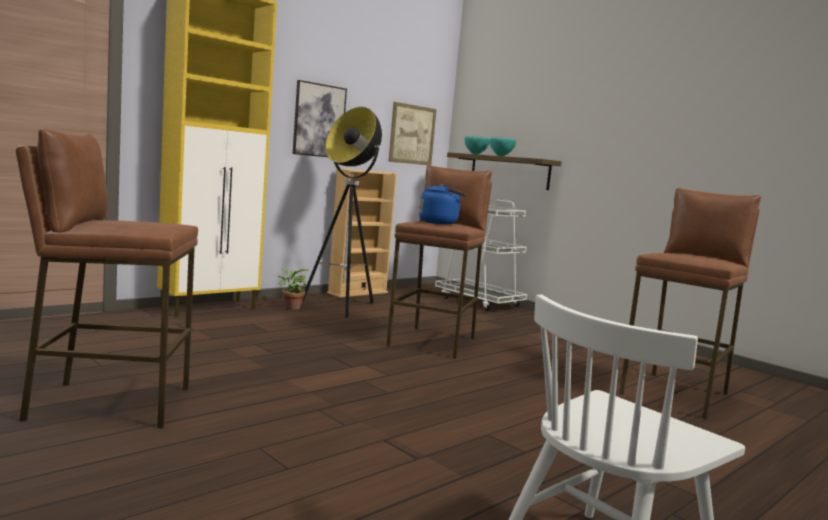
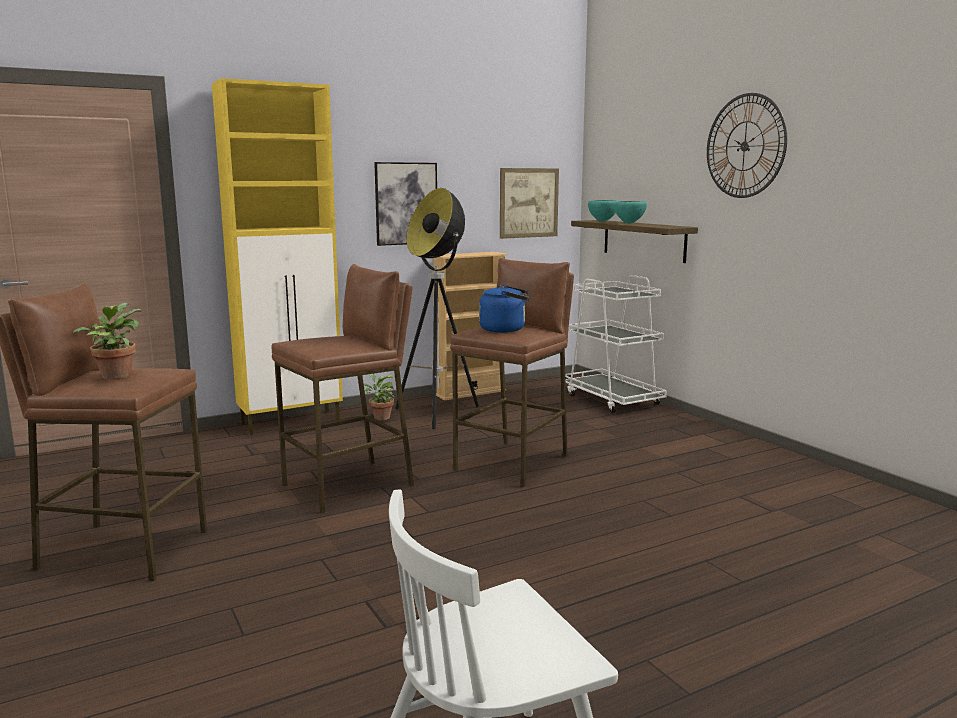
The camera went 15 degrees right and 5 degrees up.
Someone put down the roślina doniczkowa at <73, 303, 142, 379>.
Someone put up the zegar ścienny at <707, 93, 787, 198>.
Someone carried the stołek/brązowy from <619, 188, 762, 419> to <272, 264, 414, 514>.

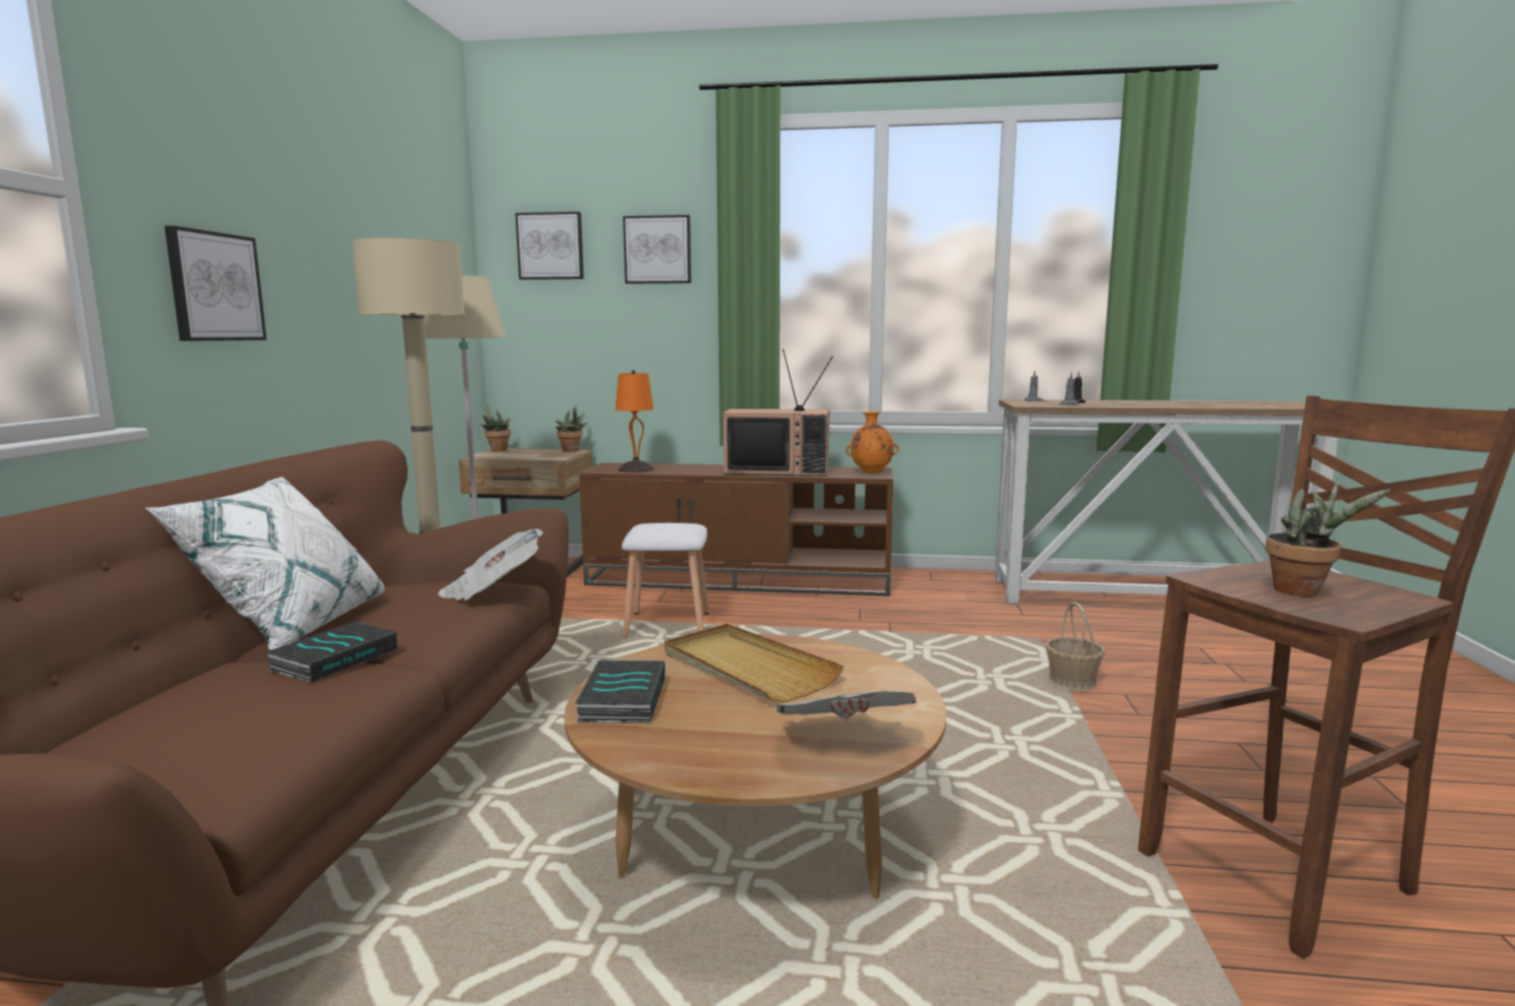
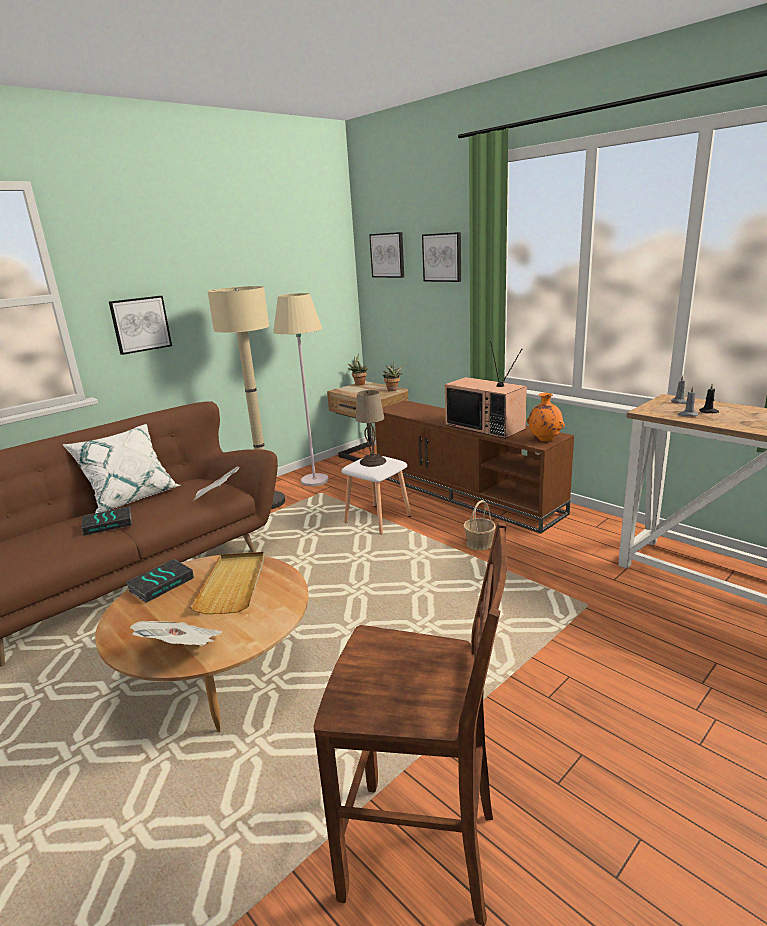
The camera went 40 degrees right and 10 degrees up.
Someone took away the lampa stołowa/pomarańczowy at <615, 370, 654, 473>.
Someone took away the roślina doniczkowa at <1265, 478, 1391, 596>.
Someone put down the lampa stołowa/beżowy at <356, 390, 386, 467>.
Someone carried the koszyk from <1046, 602, 1105, 691> to <463, 500, 496, 550>.

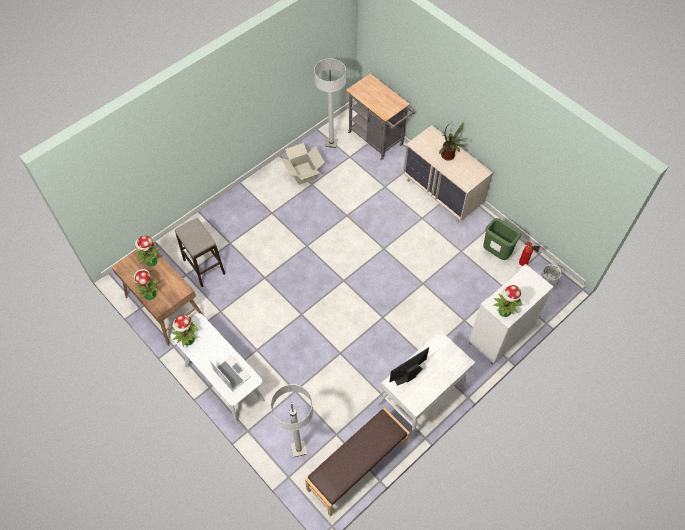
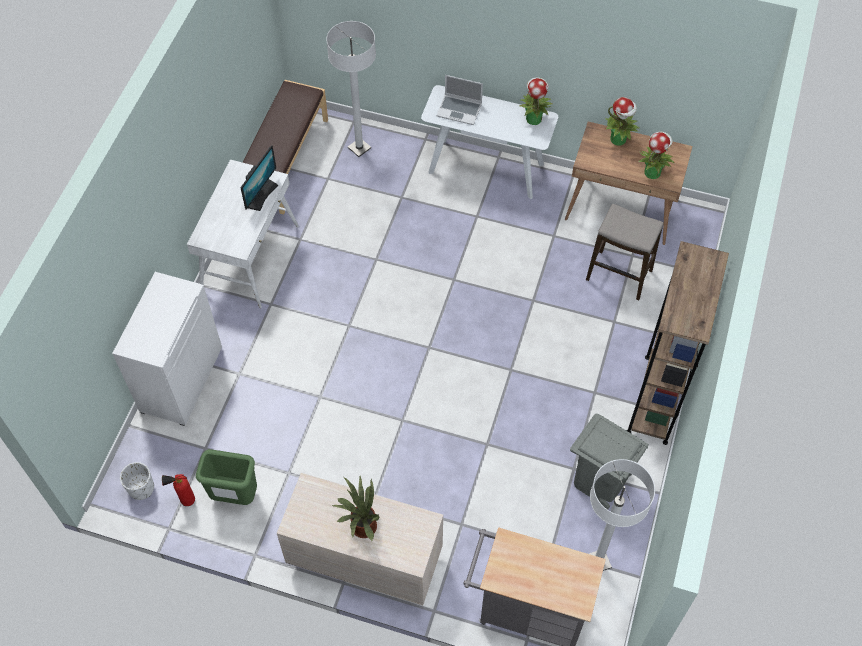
The camera went 150 degrees right and 0 degrees up.
Someone took away the roślina doniczkowa at <493, 285, 523, 317>.
Someone put down the regał/brązowy at <627, 241, 729, 445>.
Someone swapped the karton at <281, 143, 325, 185> for the kosz na śmieci/szary at <570, 413, 649, 510>.

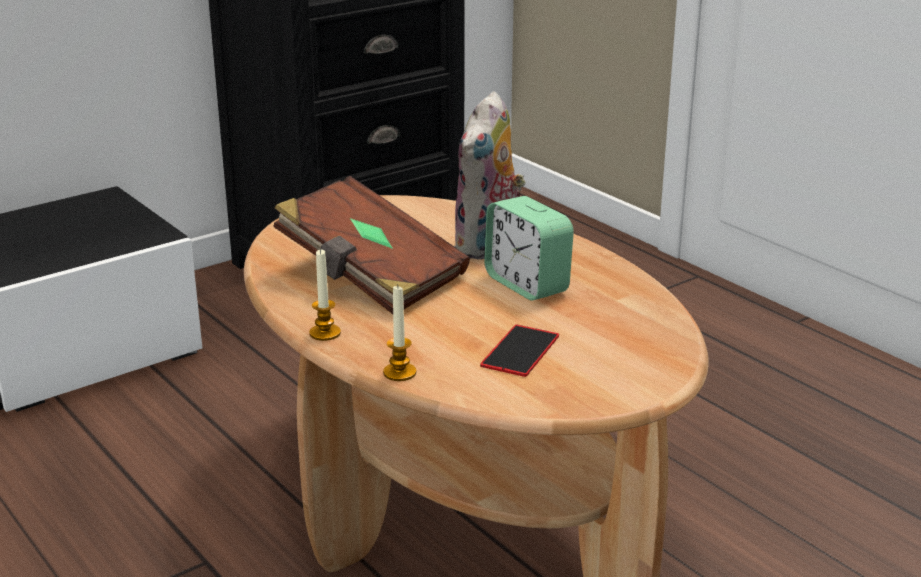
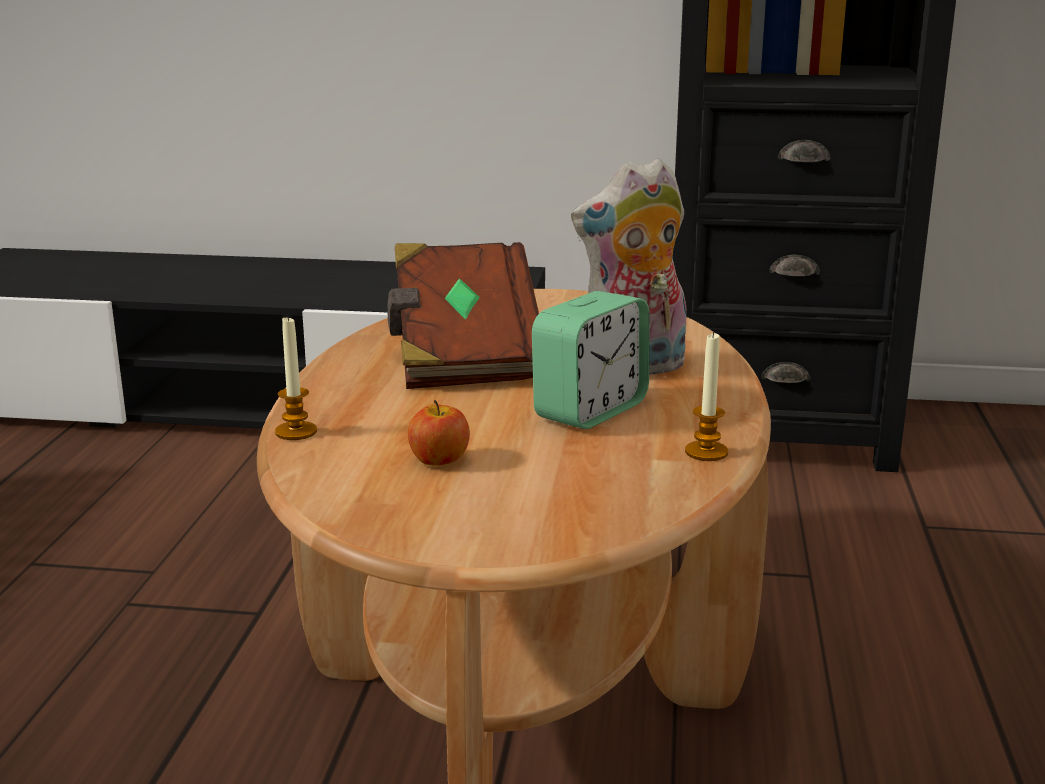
The camera went 45 degrees right and 5 degrees down.
Someone carried the świeca from <309, 248, 341, 341> to <685, 331, 728, 461>.
Someone swapped the telefon at <480, 324, 559, 377> for the jabłko at <408, 400, 470, 466>.
Someone rotated the budzik at <484, 196, 574, 300> by 150 degrees counterclockwise.

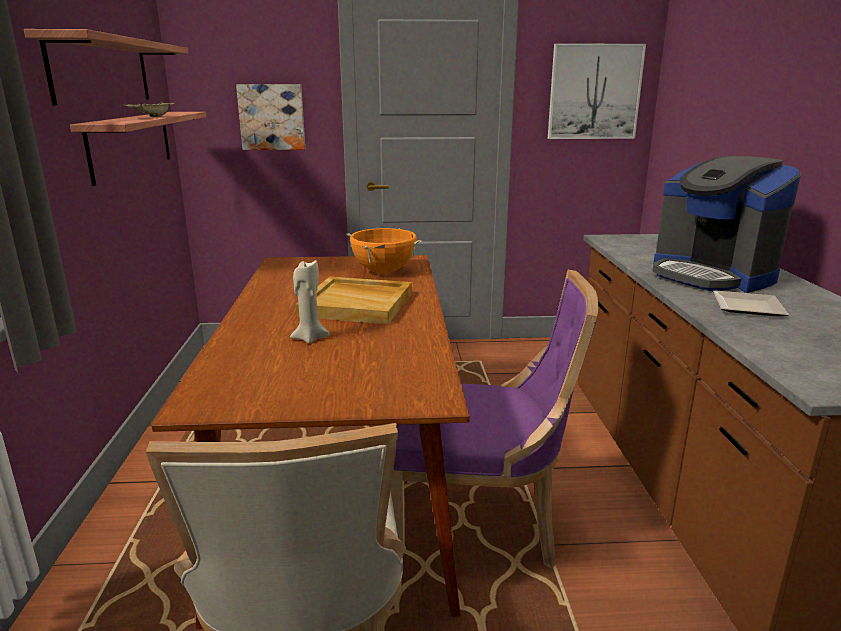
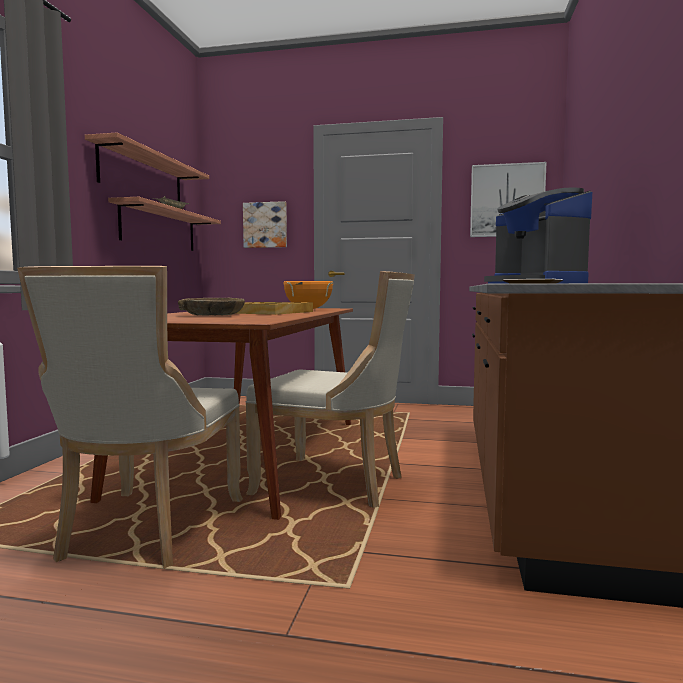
The camera went 15 degrees right and 15 degrees down.
Someone swapped the świeca/beżowy at <290, 260, 330, 344> for the miska/brązowy at <178, 298, 245, 315>.
Someone repainted the krzesło/fioletowy at <391, 270, 598, 569>, which became the krzesło/beżowy at <245, 271, 415, 508>.

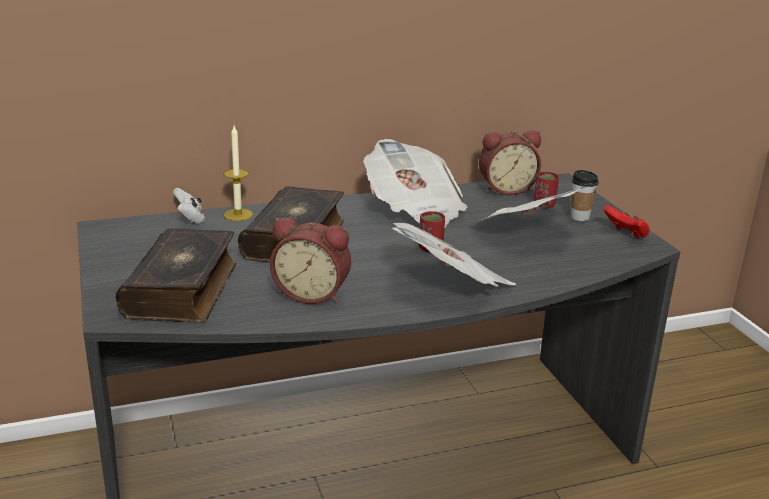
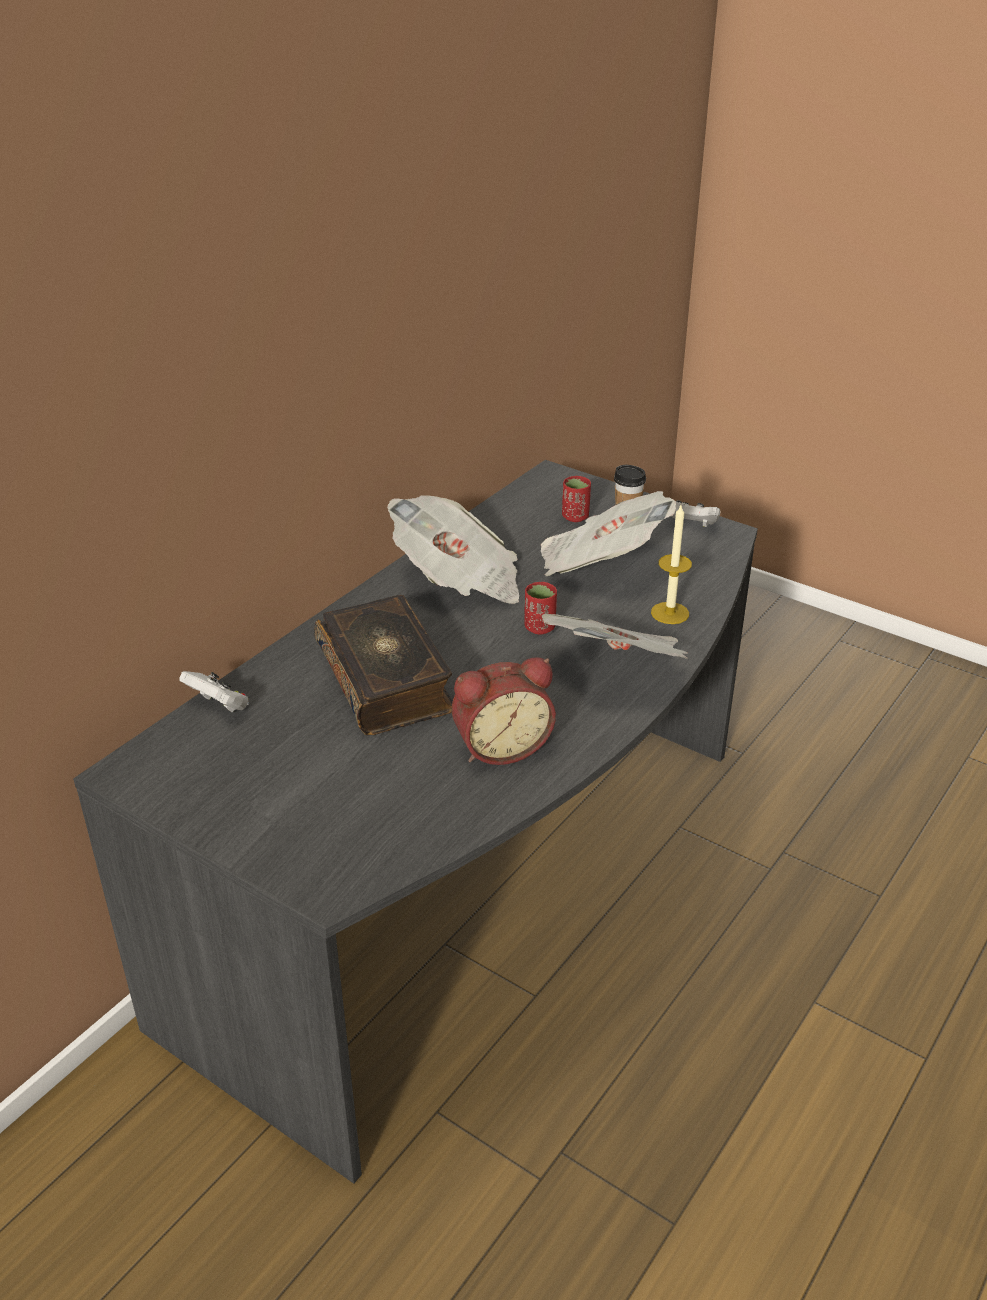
The camera went 35 degrees left and 10 degrees up.
Someone took away the książka at <115, 228, 237, 323>.
Someone took away the budzik at <479, 130, 541, 195>.
Someone carried the świeca from <224, 126, 253, 221> to <651, 505, 692, 624>.
Someone repainted the pad do gier/czerwony at <604, 205, 650, 238>, which became the pad do gier/biały at <671, 500, 721, 527>.

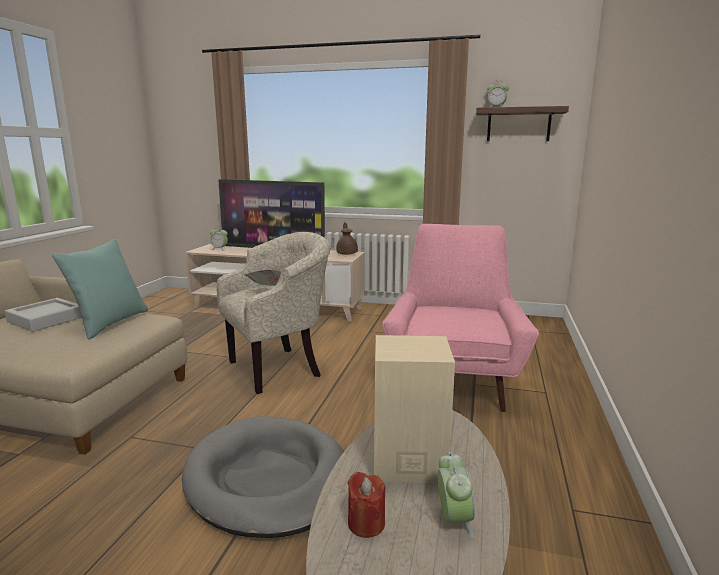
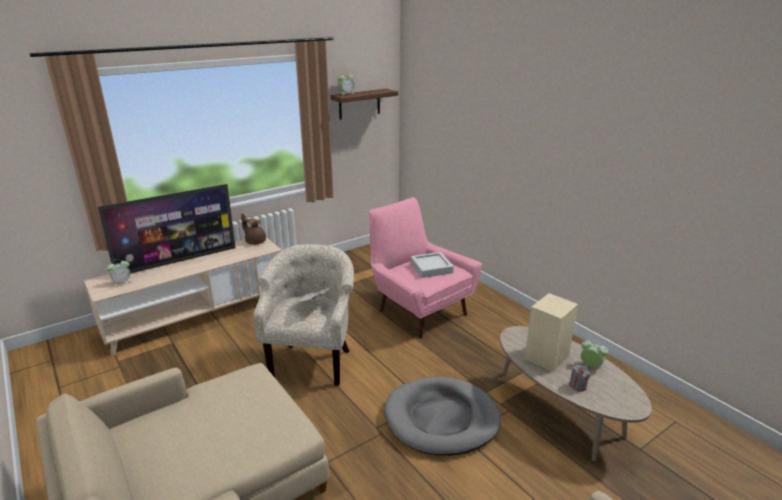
The camera went 50 degrees left and 10 degrees up.
Someone took away the poduszka/turkusowy at <52, 239, 148, 339>.
Someone carried the taca/szary from <5, 298, 82, 332> to <410, 252, 454, 278>.
Someone repainted the świeca/czerwony at <348, 472, 385, 538>, which became the świeca/szary at <569, 365, 590, 392>.

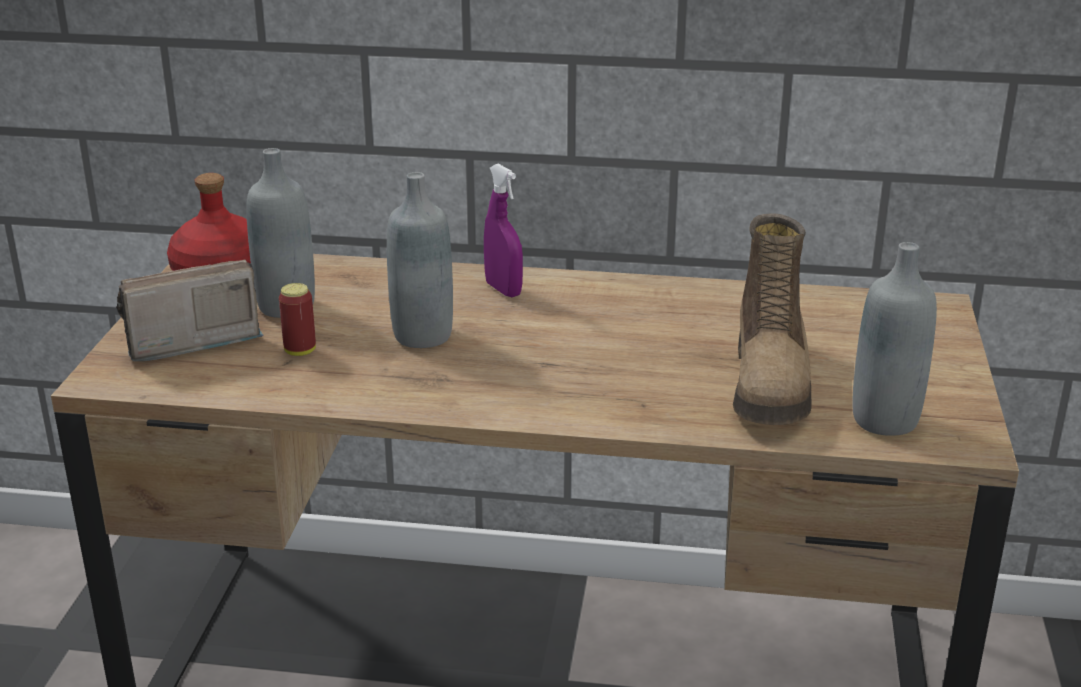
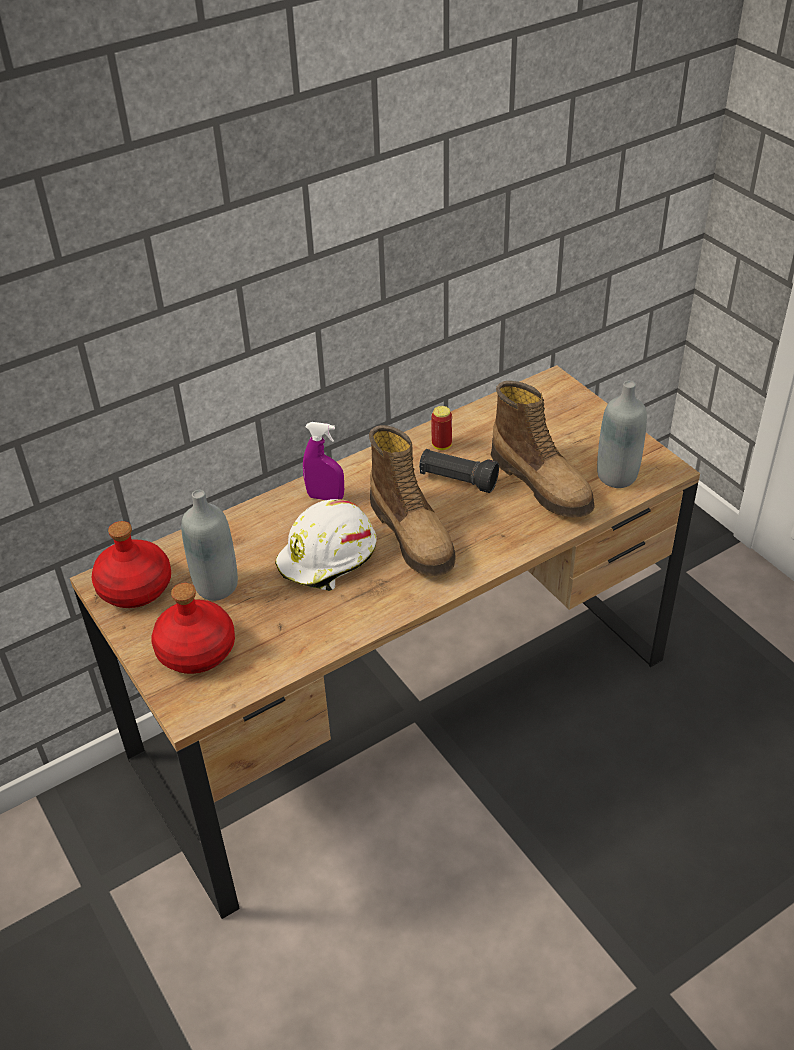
The camera went 40 degrees left and 15 degrees up.
Someone put down the but z cholewką at <369, 425, 456, 576>.
Someone put down the latarka/czarny at <419, 449, 499, 493>.
Someone carried the puszka from <279, 283, 316, 356> to <431, 406, 452, 450>.
Someone swapped the radio at <116, 260, 263, 361> for the butelka/czerwony at <152, 583, 235, 674>.
Someone swapped the butelka/szary at <387, 172, 453, 348> for the kask/biały at <275, 499, 377, 591>.

